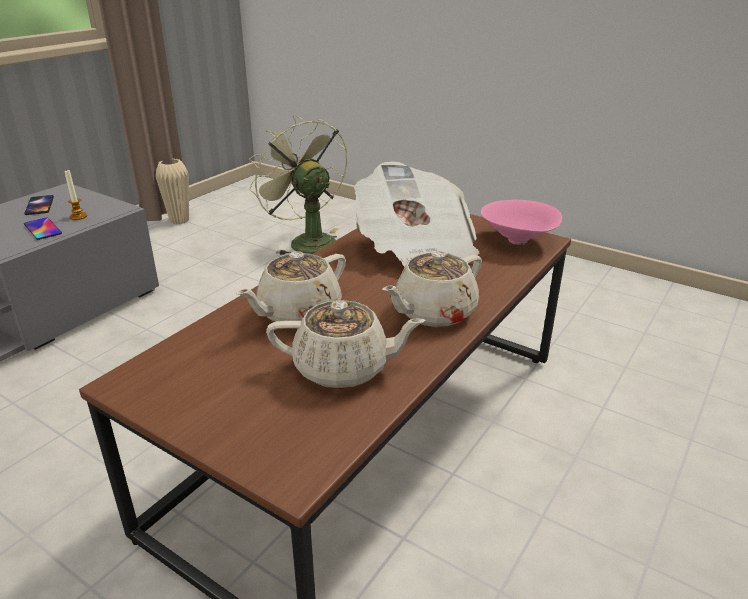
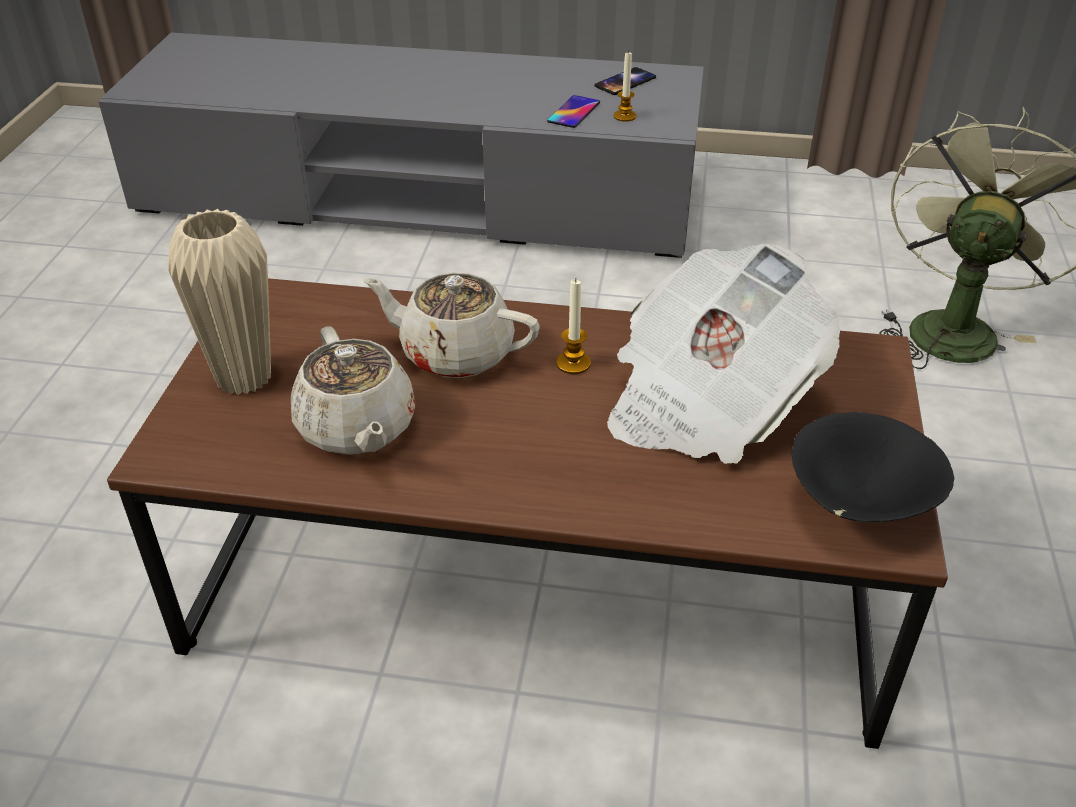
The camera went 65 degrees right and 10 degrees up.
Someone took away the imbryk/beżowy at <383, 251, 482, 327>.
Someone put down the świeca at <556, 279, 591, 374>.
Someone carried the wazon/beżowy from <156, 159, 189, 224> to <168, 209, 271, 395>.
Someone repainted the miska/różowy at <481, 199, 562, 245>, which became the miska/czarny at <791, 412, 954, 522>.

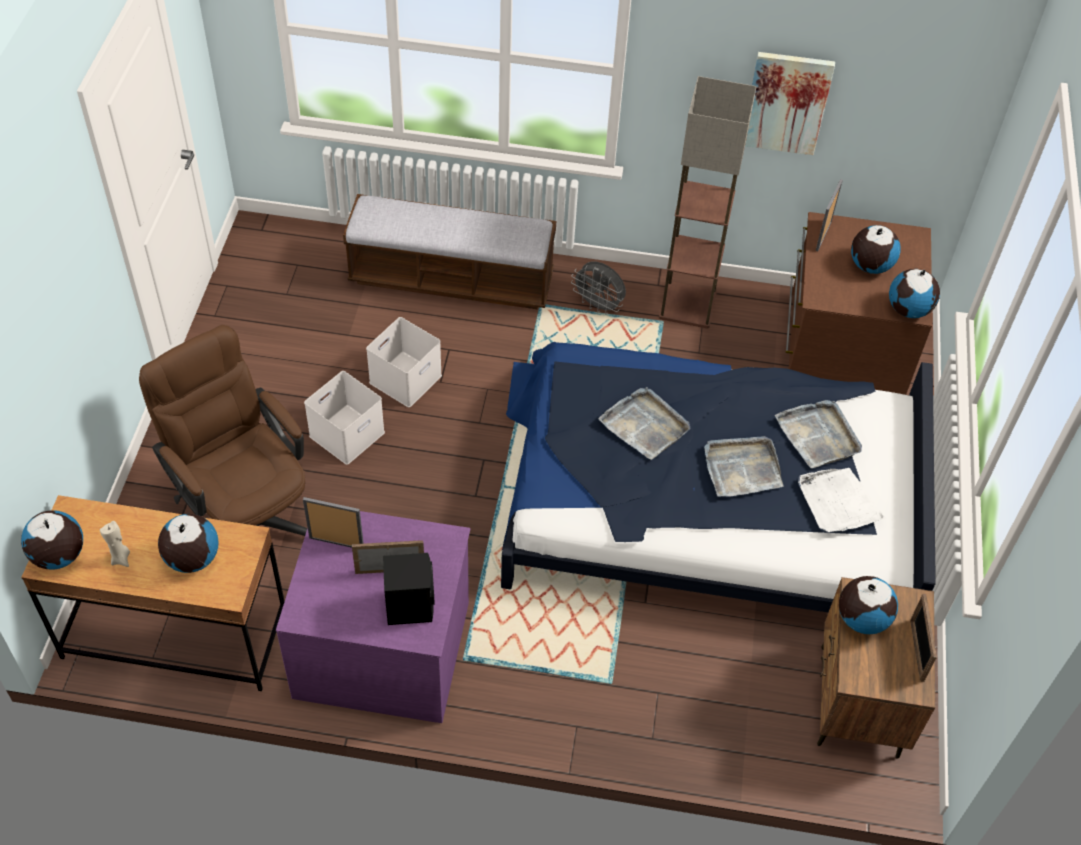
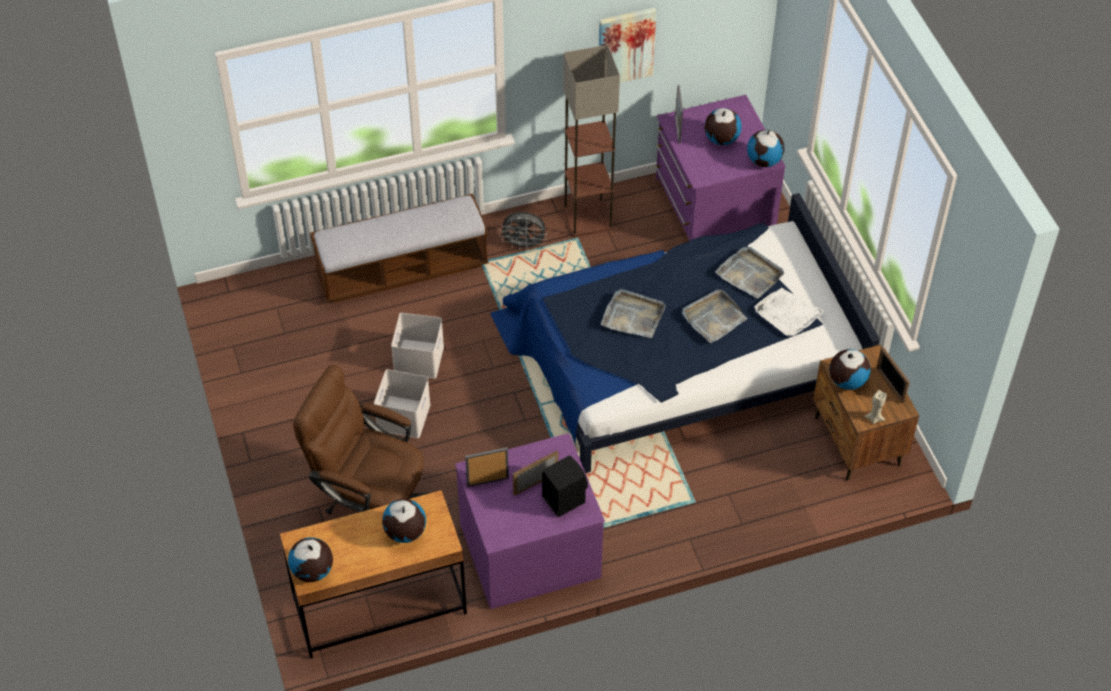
The camera went 25 degrees left and 0 degrees up.
Someone carried the świeca/beżowy from <100, 521, 130, 567> to <865, 390, 886, 424>.
Someone repainted the komoda/brązowy at <786, 212, 932, 395>, which became the komoda/fioletowy at <656, 95, 785, 241>.

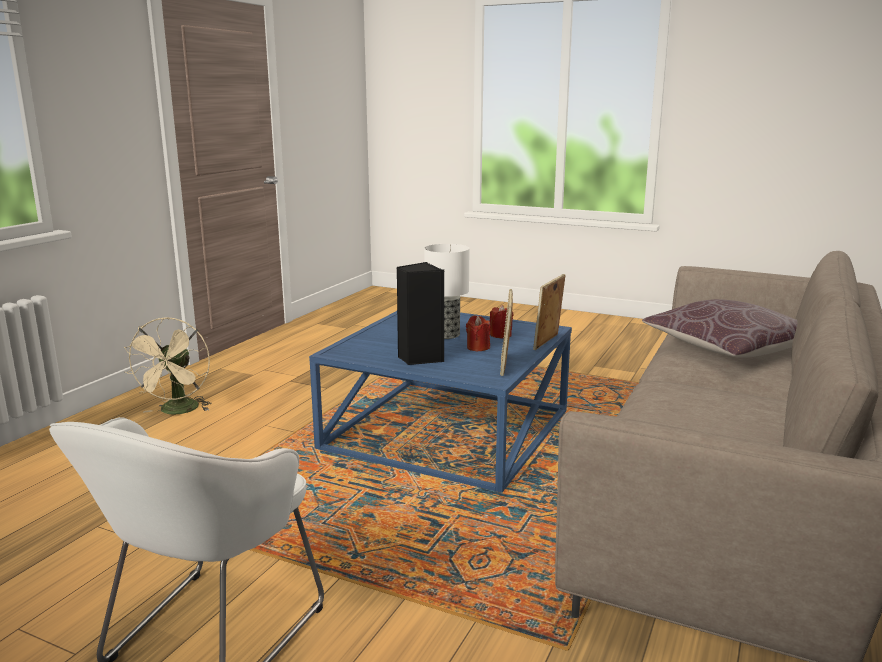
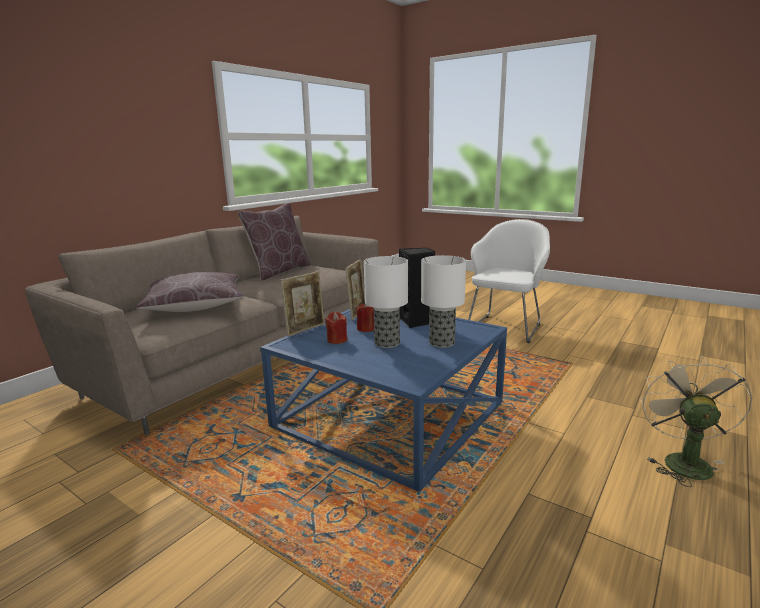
The camera went 170 degrees left and 0 degrees up.
Someone put down the poduszka/brązowy at <237, 204, 311, 281>.
Someone put down the lampa stołowa at <421, 255, 466, 348>.

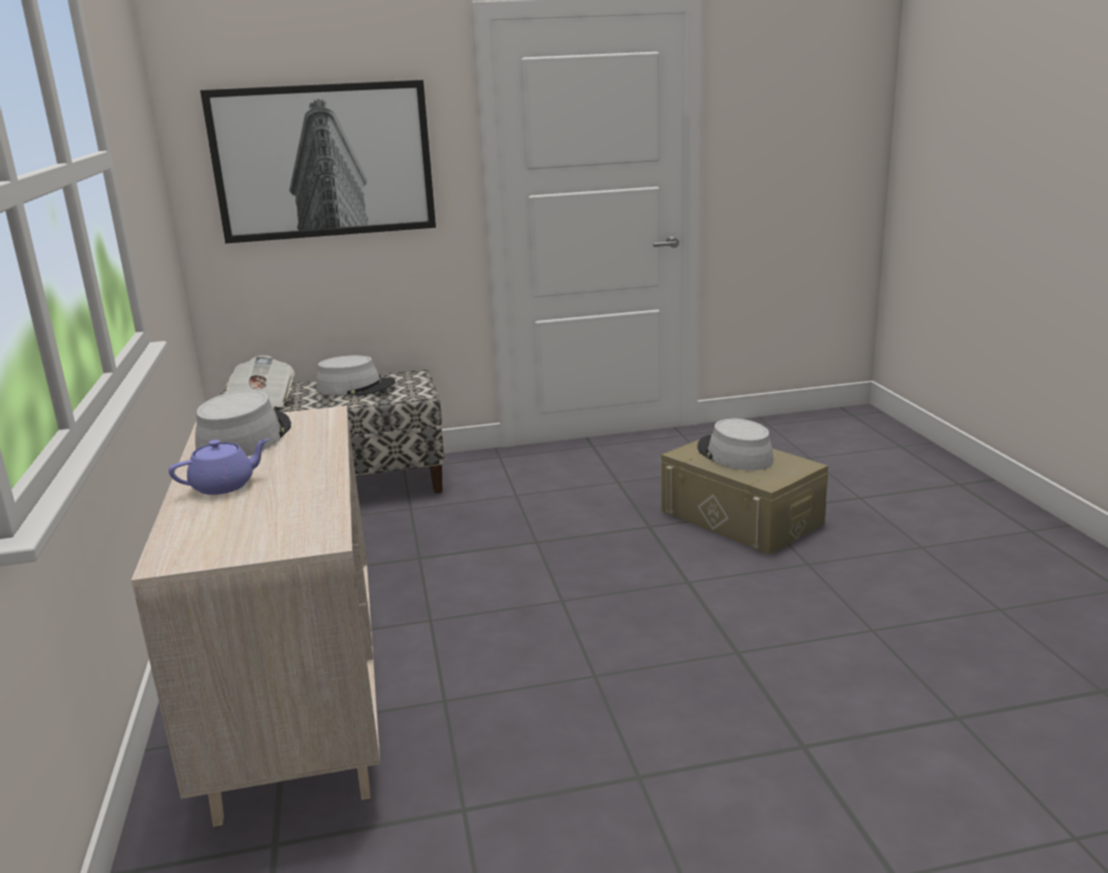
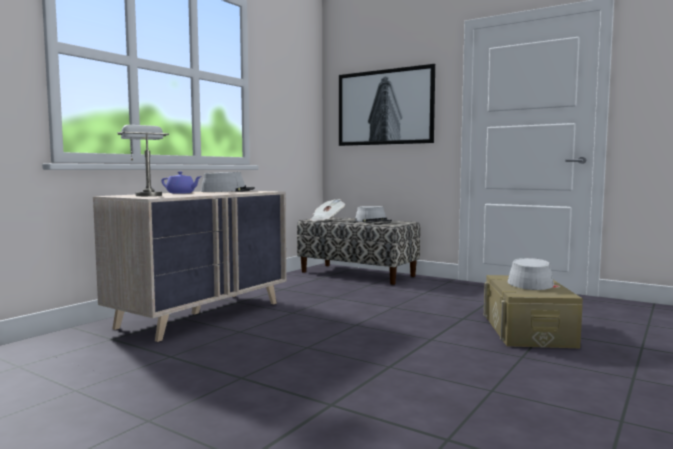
The camera went 45 degrees right and 15 degrees down.
Someone put down the lampa stołowa/szary at <117, 125, 169, 196>.

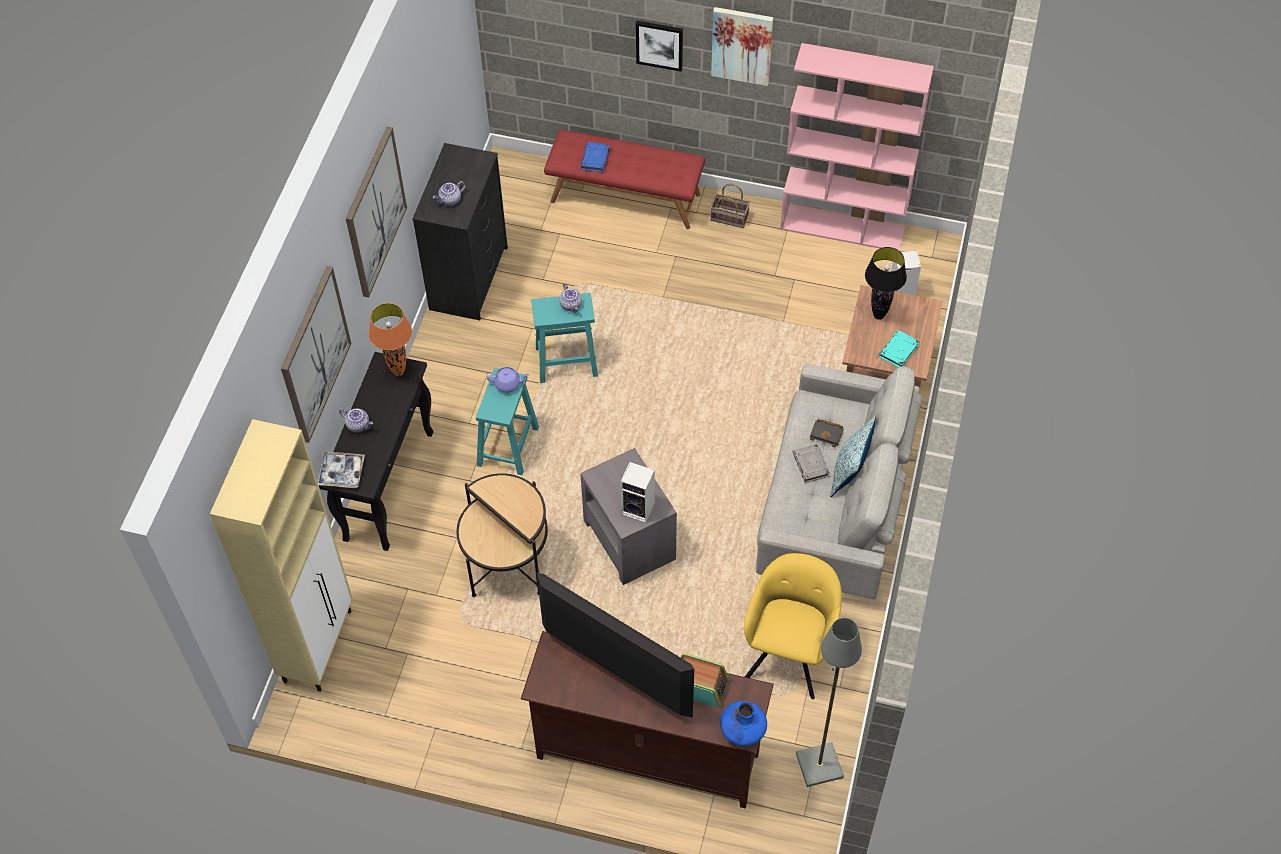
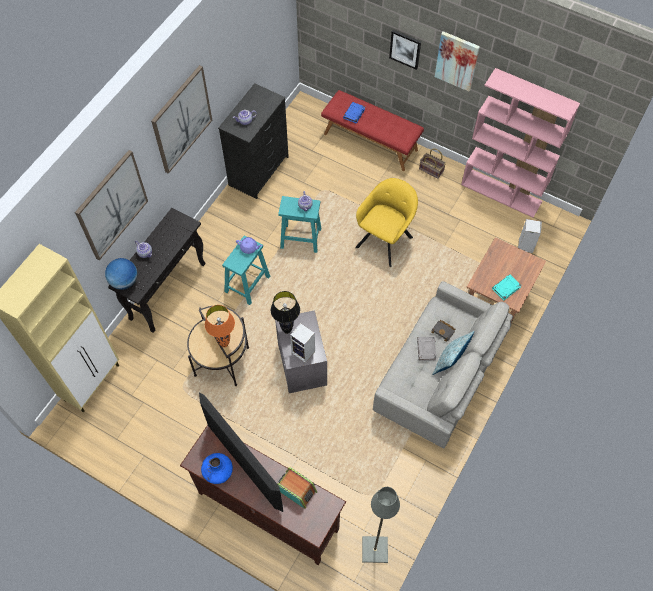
The camera went 15 degrees right and 5 degrees up.
Someone carried the lampa stołowa/pomarańczowy from <369, 303, 412, 376> to <205, 305, 235, 347>.
Someone carried the wazon/niebieski from <720, 701, 767, 746> to <201, 453, 233, 484>.
Someone carried the fotel/żółty from <744, 553, 842, 699> to <355, 178, 418, 267>.
Someone carried the lampa stołowa/czarny from <865, 247, 907, 320> to <271, 291, 300, 334>.
Someone swapped the taca at <317, 452, 365, 488> for the globus at <105, 258, 138, 290>.

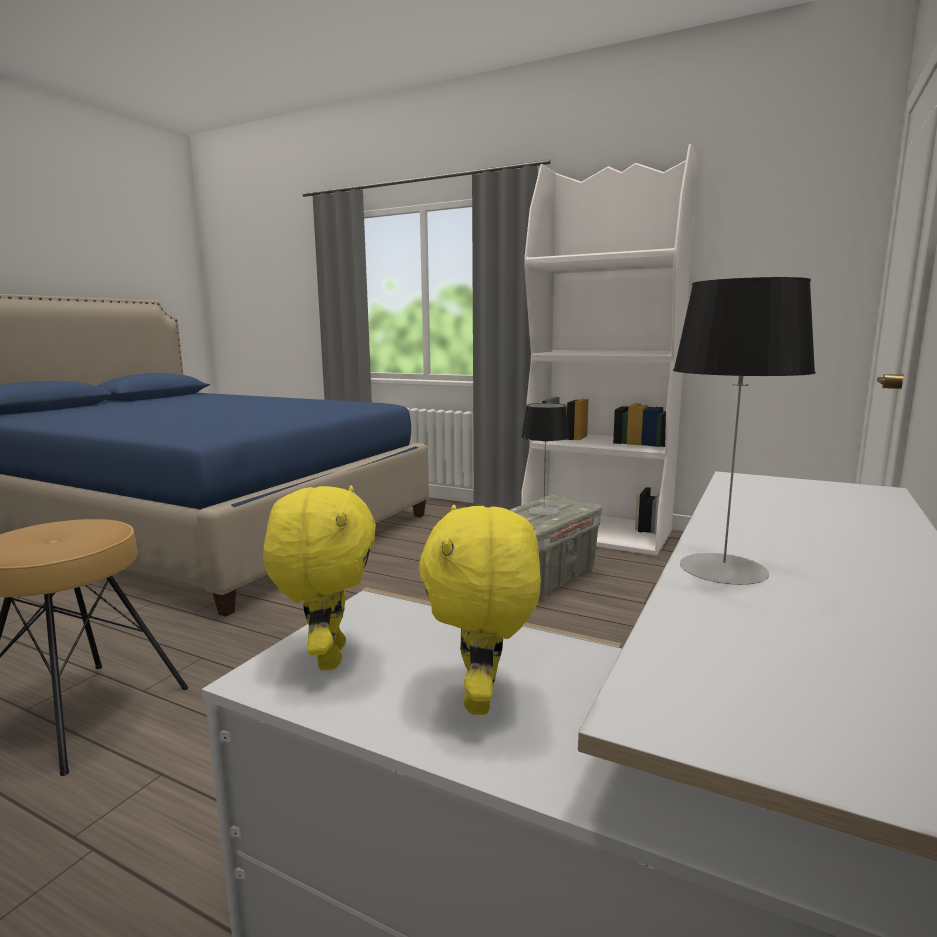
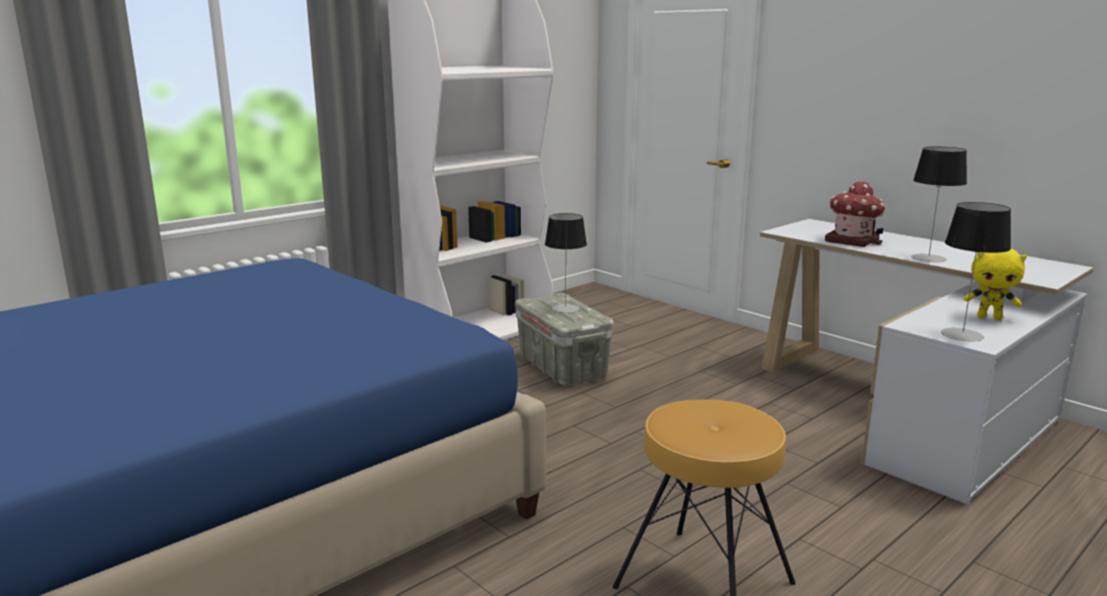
The camera went 70 degrees left and 5 degrees up.
Someone put down the domek at <825, 181, 885, 247>.
Someone swapped the pluszak/żółty at <263, 485, 376, 671> for the lampa stołowa at <941, 202, 1011, 342>.

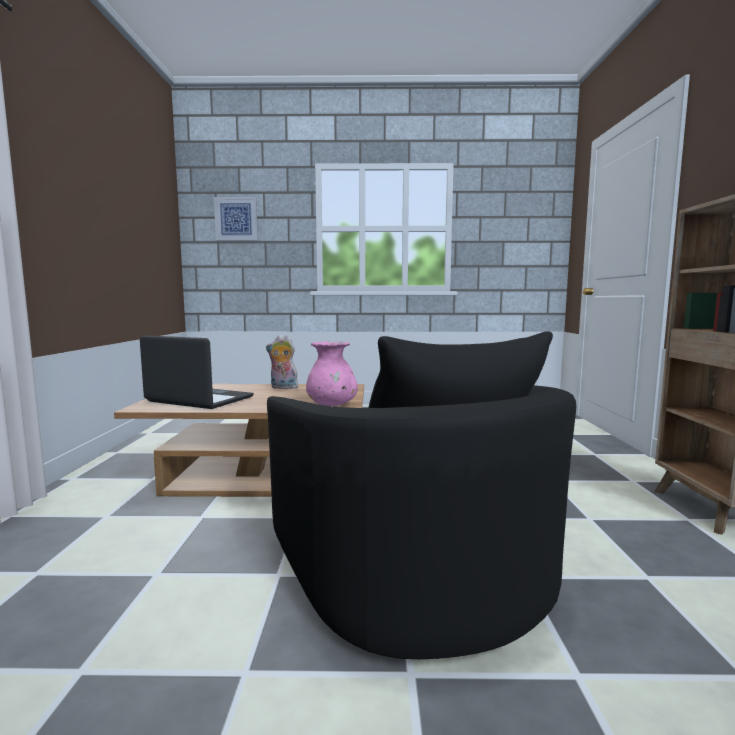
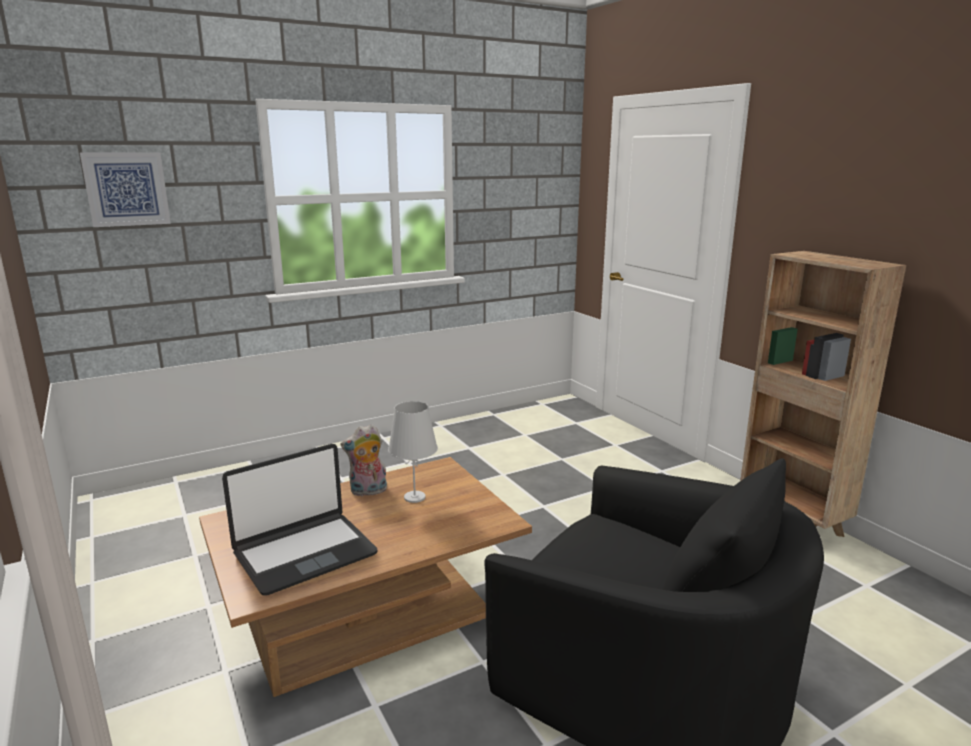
The camera went 30 degrees left and 10 degrees up.
Someone took away the wazon/różowy at <306, 341, 358, 406>.
Someone put down the lampa stołowa/biały at <388, 401, 438, 503>.
Someone rotated the laptop at <140, 335, 254, 409> by 150 degrees clockwise.

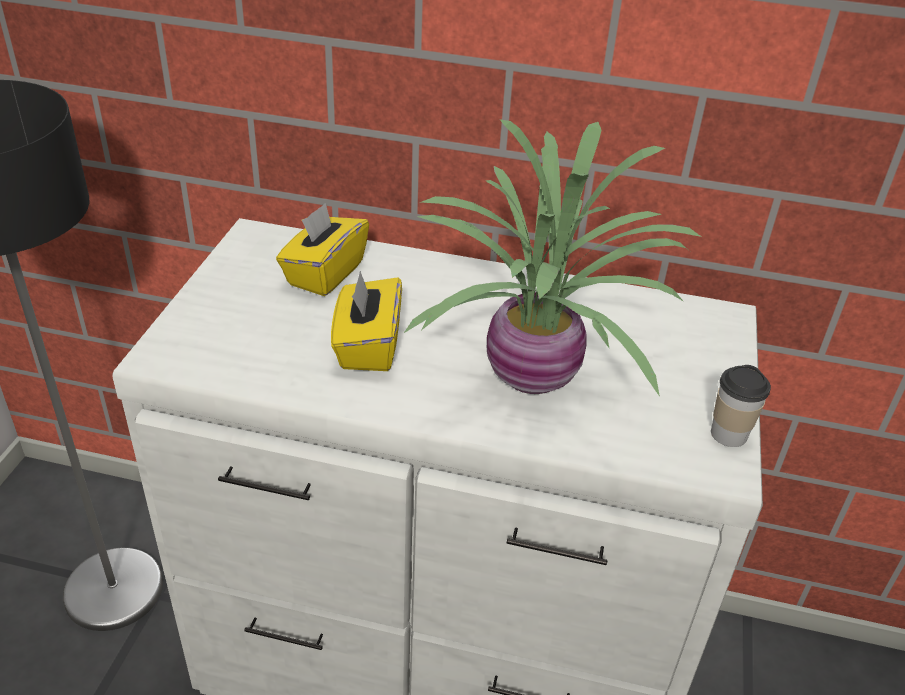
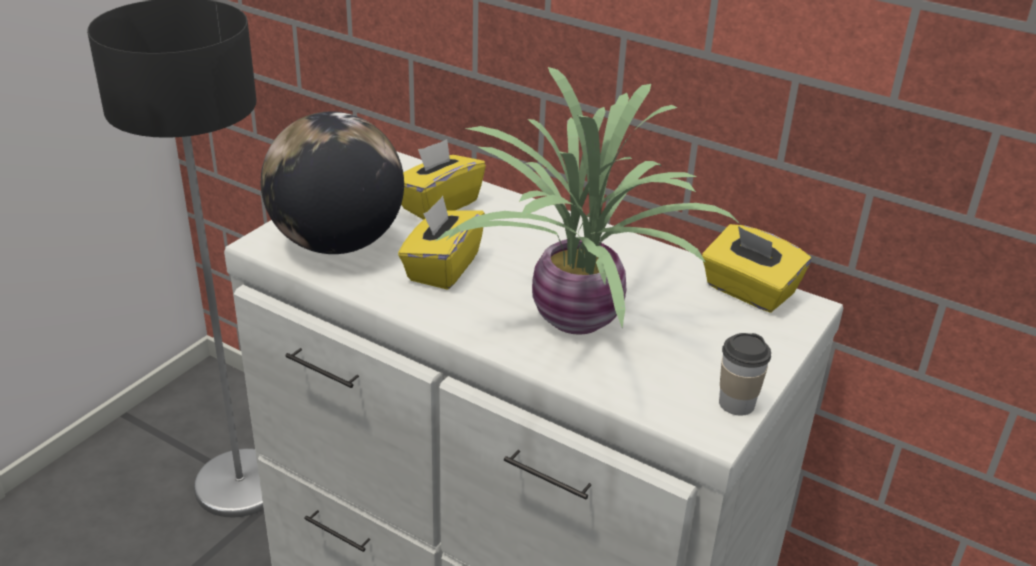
The camera went 20 degrees right and 5 degrees down.
Someone put down the globus at <261, 112, 404, 254>.
Someone put down the pudełko chusteczek/żółty at <702, 224, 811, 313>.

